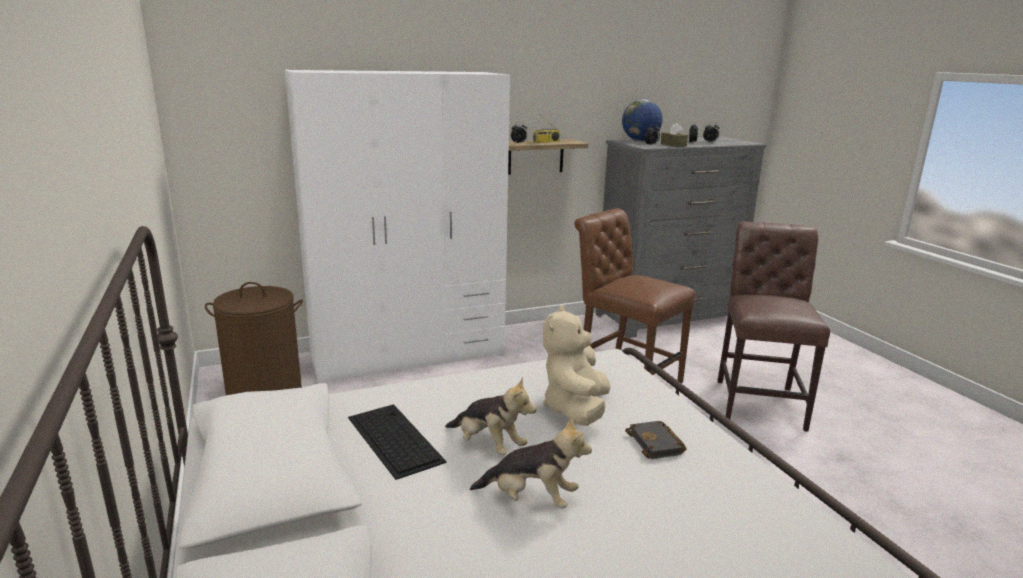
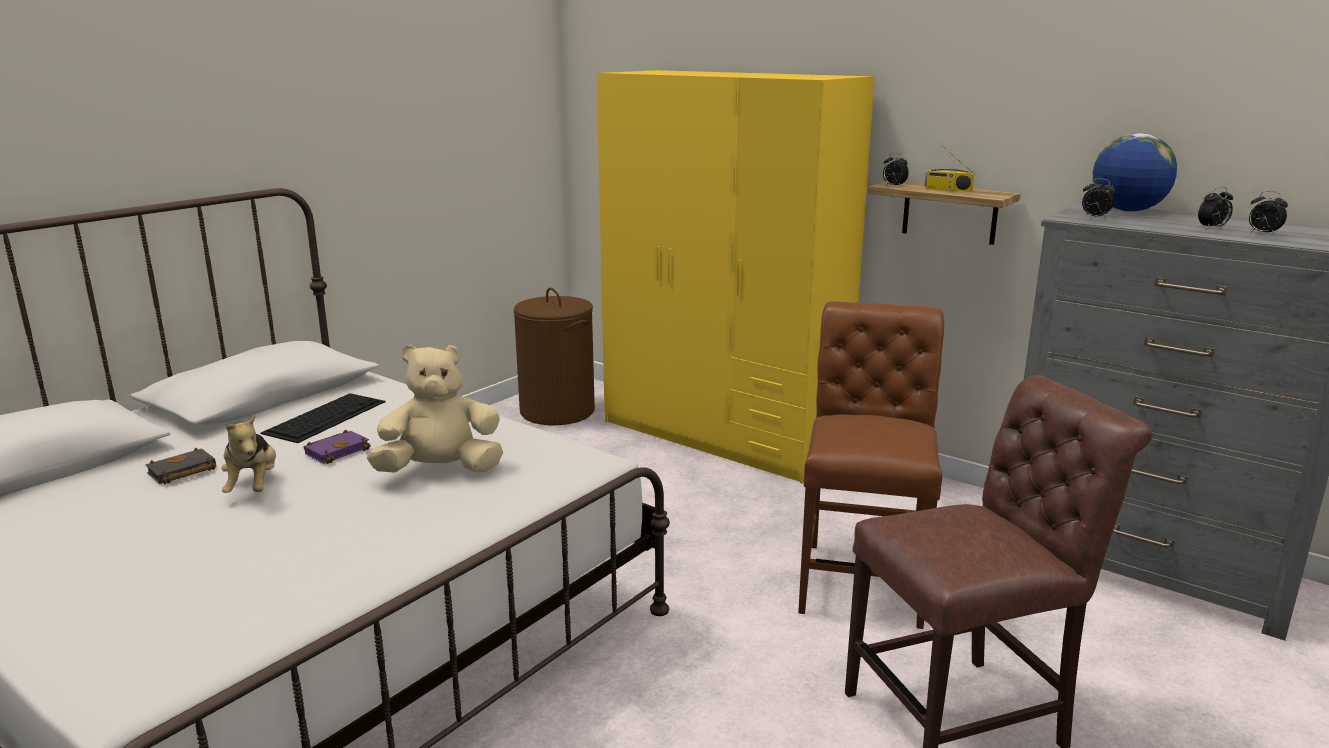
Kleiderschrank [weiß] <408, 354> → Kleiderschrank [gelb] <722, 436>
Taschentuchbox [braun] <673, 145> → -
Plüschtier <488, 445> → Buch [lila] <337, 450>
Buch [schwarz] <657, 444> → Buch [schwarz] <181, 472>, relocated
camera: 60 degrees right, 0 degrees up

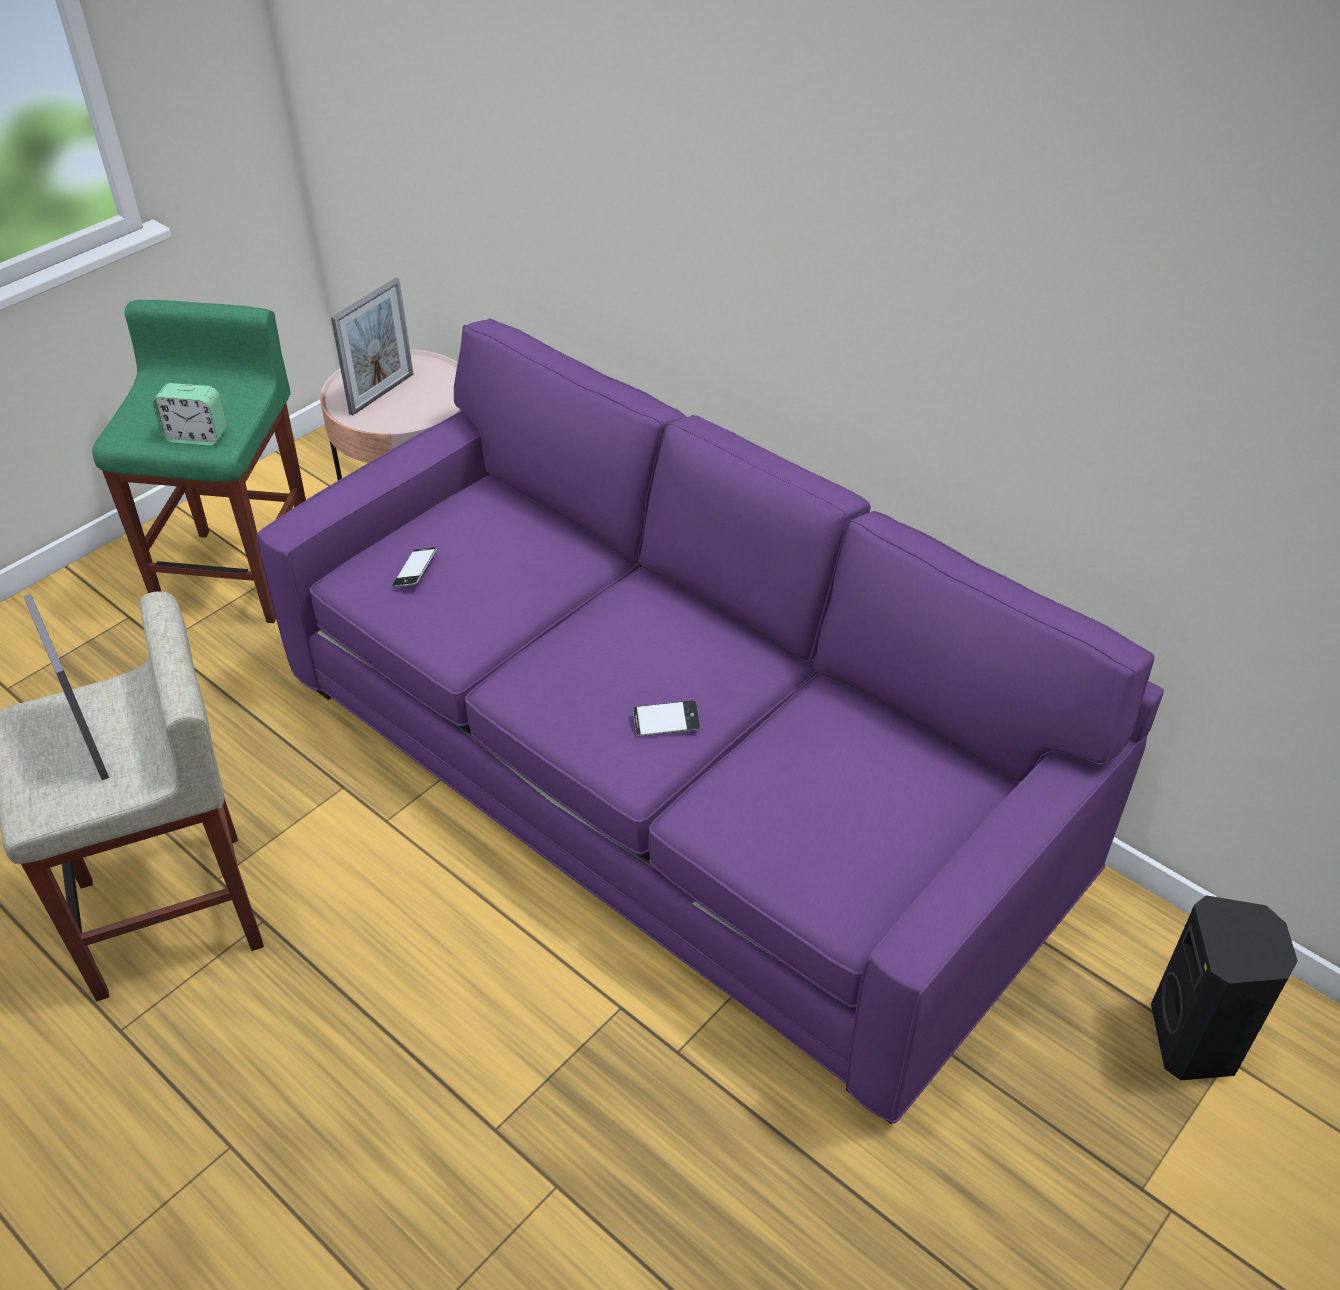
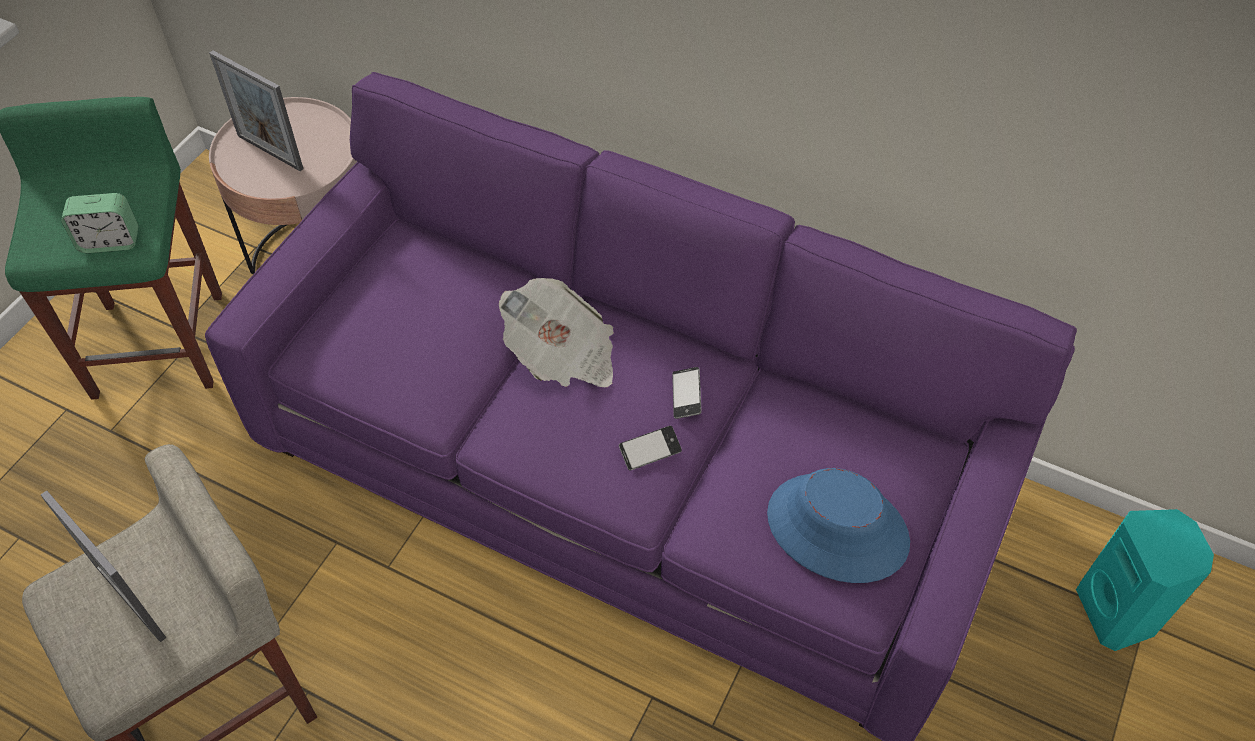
Bilderrahmen <382, 393> → Bilderrahmen <270, 152>, 105 degrees clockwise
Handy <415, 571> → Handy <686, 395>, relocated
Lautsprecher [schwarz] <1197, 1040> → Lautsprecher [türkis] <1117, 612>
- → Zeitung <562, 355>
- → Hut [blau] <836, 529>
camera: 15 degrees left, 10 degrees up

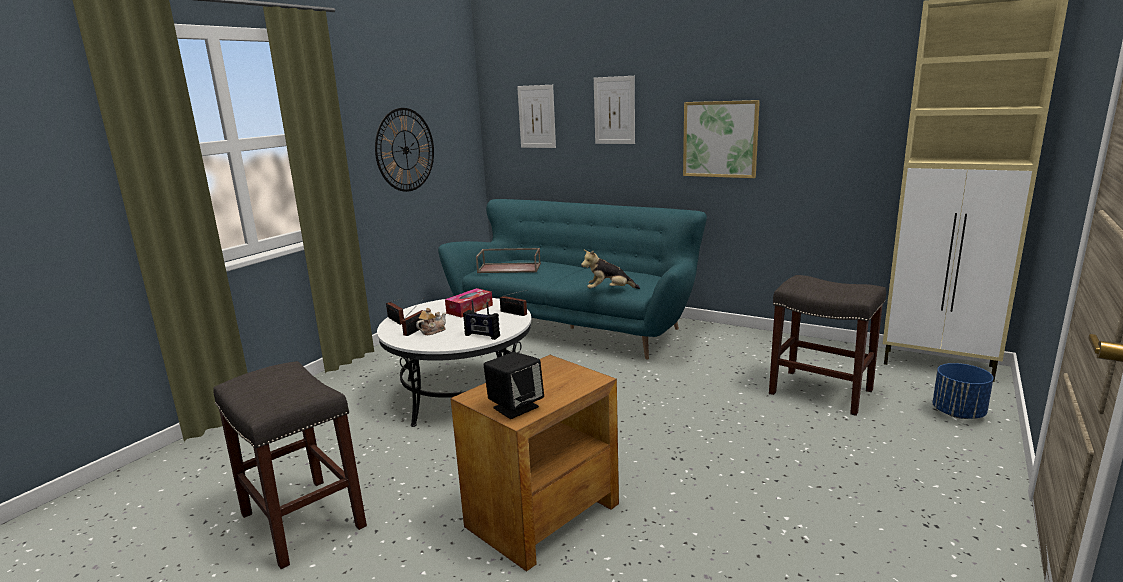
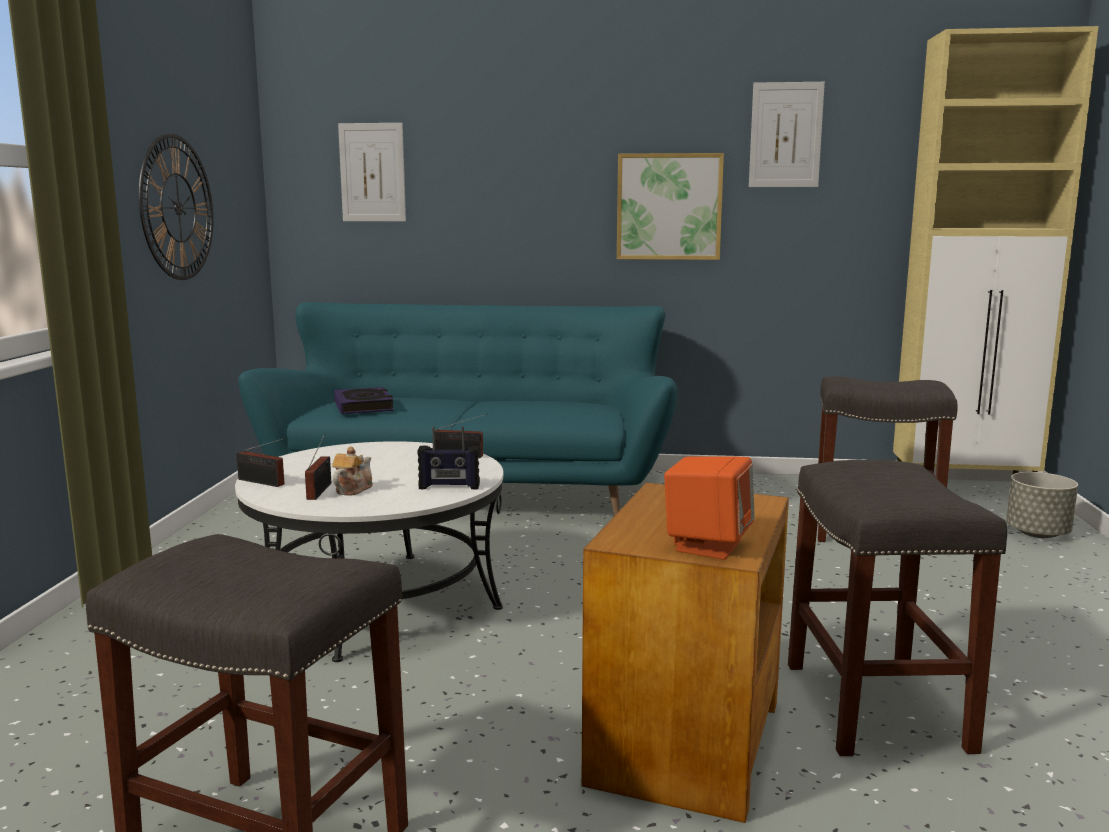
Bild <614, 110> → Bild <785, 135>, relocated
Tablett [braun] <510, 268> → Buch <363, 406>
Plüschtier <609, 291> → -
Taschentuchbox <469, 309> → -
Lautsprecher [schwarz] <515, 407> → Lautsprecher [orange] <707, 545>
Pflanzkübel [blau] <958, 413> → Pflanzkübel [grau] <1038, 534>
- → Hocker [grau] <878, 707>
camera: 25 degrees left, 5 degrees down

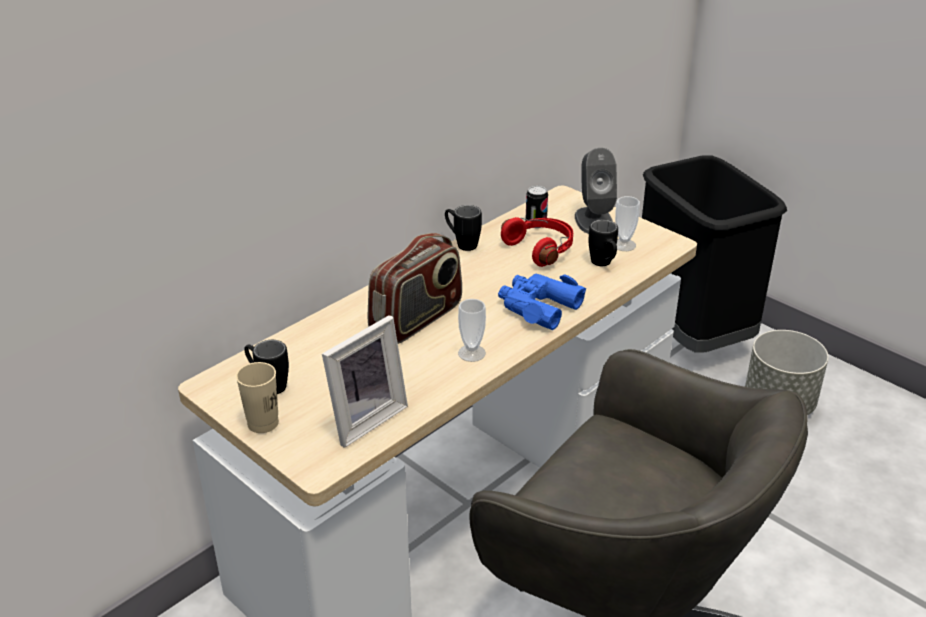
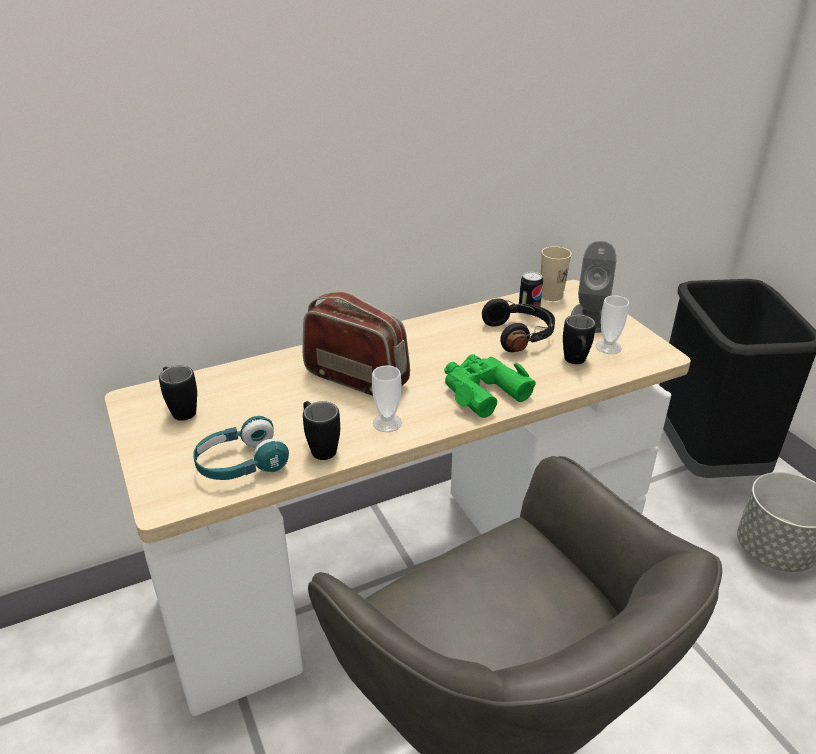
Henkelbecher [schwarz] <462, 243> → Henkelbecher [schwarz] <320, 447>, relocated
Kopfhörer [rot] <541, 249> → Kopfhörer [schwarz] <520, 335>
Radio <417, 319> → Radio <357, 378>, 120 degrees counterclockwise
Fernglas [blau] <538, 307> → Fernglas [grün] <482, 391>
Bilderrahmen <364, 418> → Kopfhörer [türkis] <241, 464>
Tasse [beige] <263, 423> → Tasse [beige] <551, 295>, relocated
camera: 20 degrees right, 0 degrees up

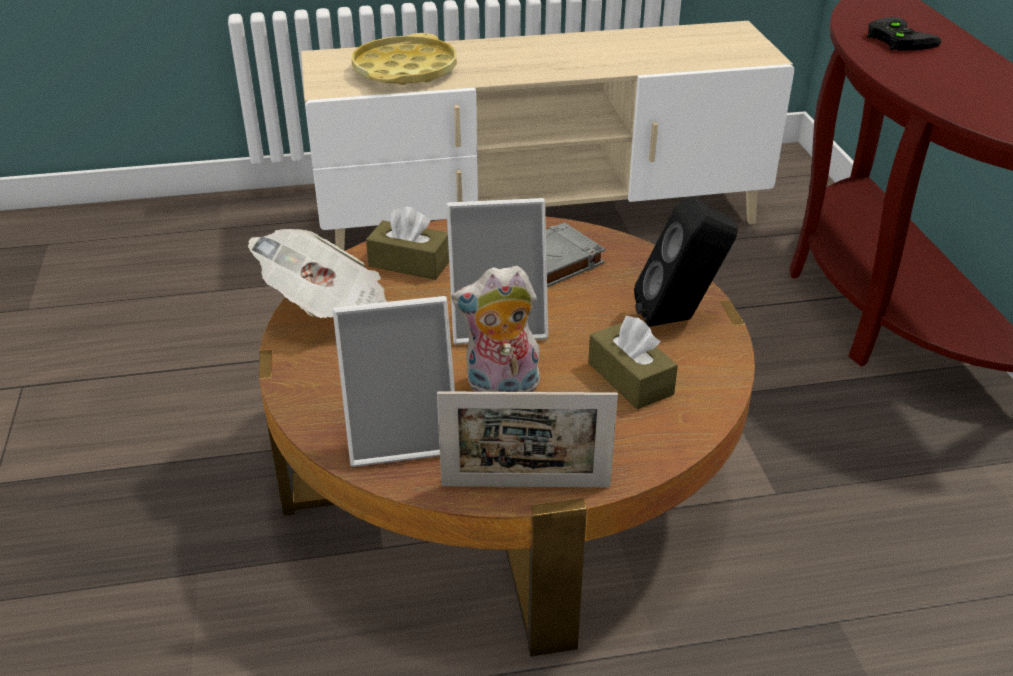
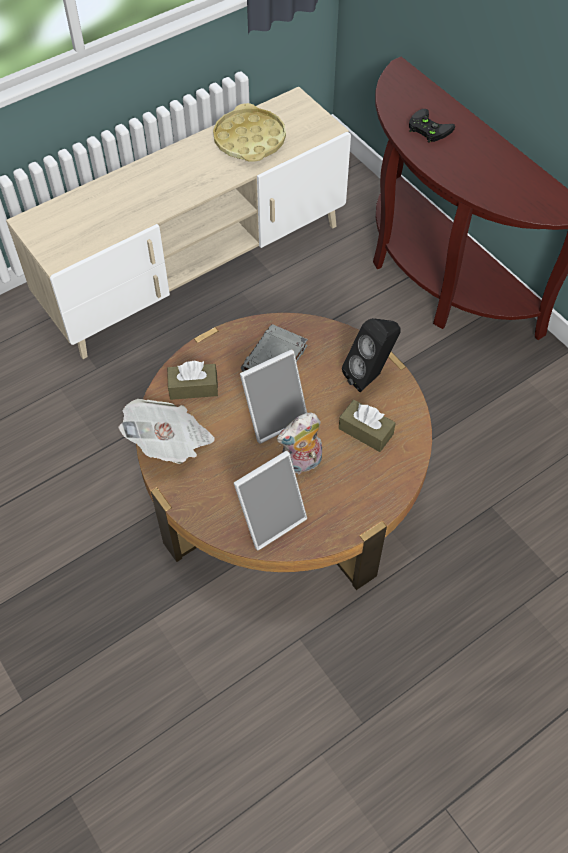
Tablett [gelb] <405, 70> → Tablett [gelb] <249, 140>, relocated
Bilderrahmen <525, 486> → -
camera: 25 degrees left, 20 degrees up

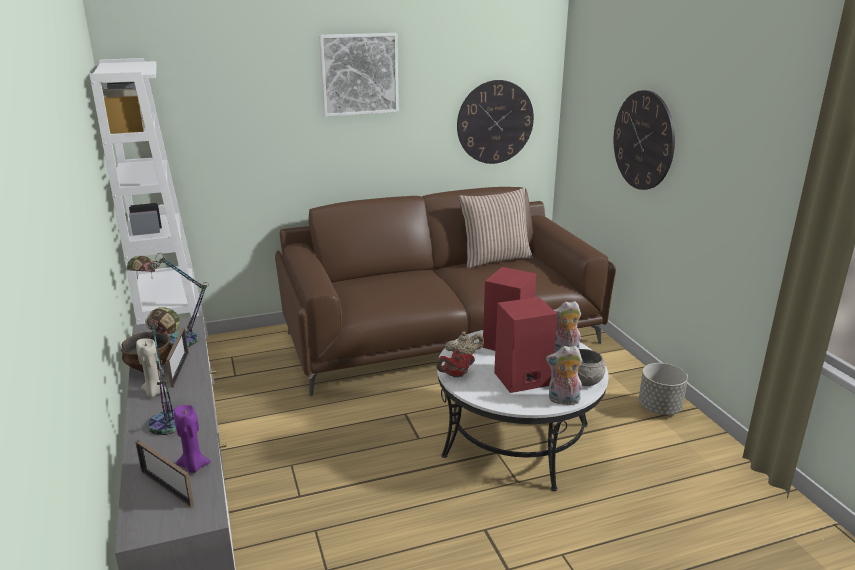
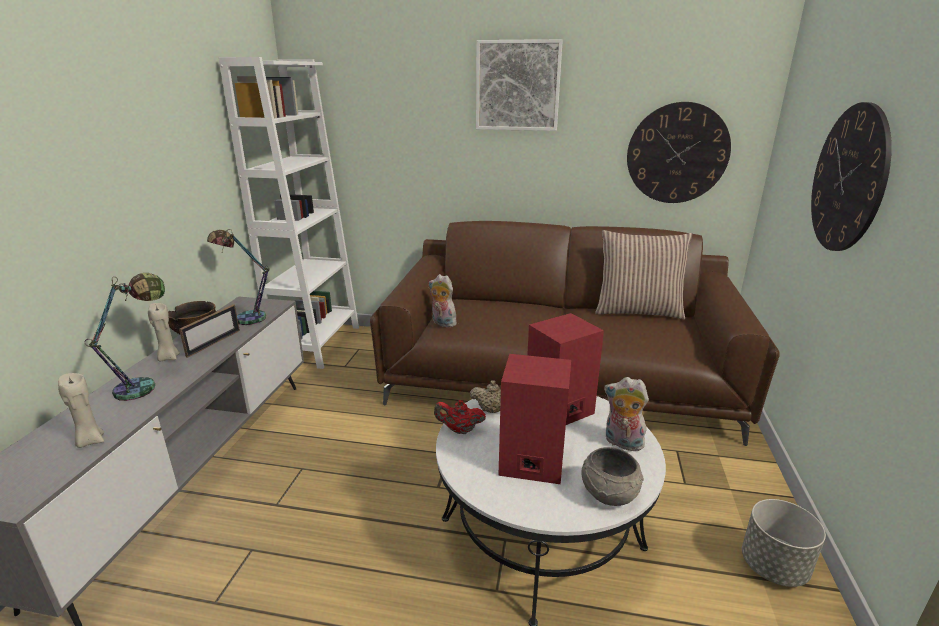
Plüschtier <563, 400> → Plüschtier <442, 323>, relocated
Kerze [lila] <193, 466> → Kerze [beige] <90, 441>
Bilderrahmen <167, 488> → -
camera: 30 degrees right, 0 degrees up

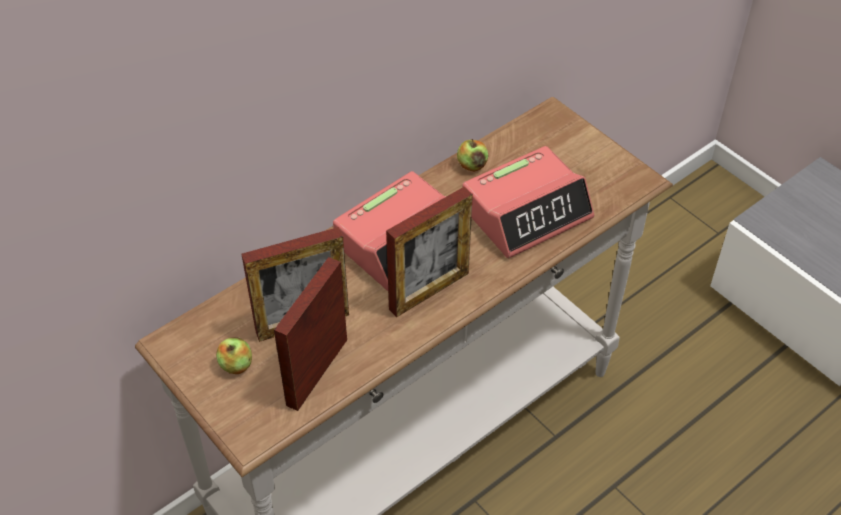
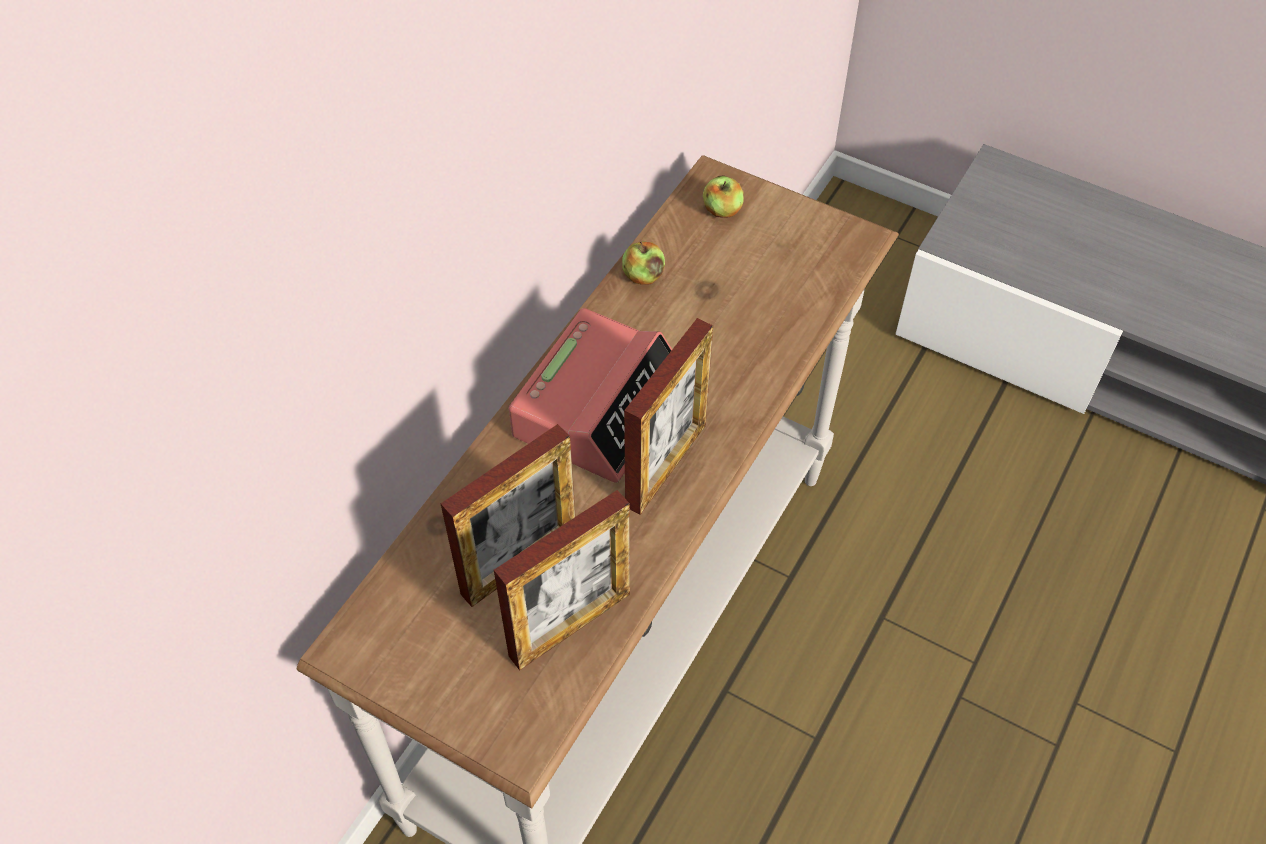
Wecker <526, 212> → -
Bilderrahmen <317, 372> → Bilderrahmen <570, 625>, 135 degrees counterclockwise
Apfel <236, 365> → Apfel <722, 210>, relocated
camera: 20 degrees left, 5 degrees up

